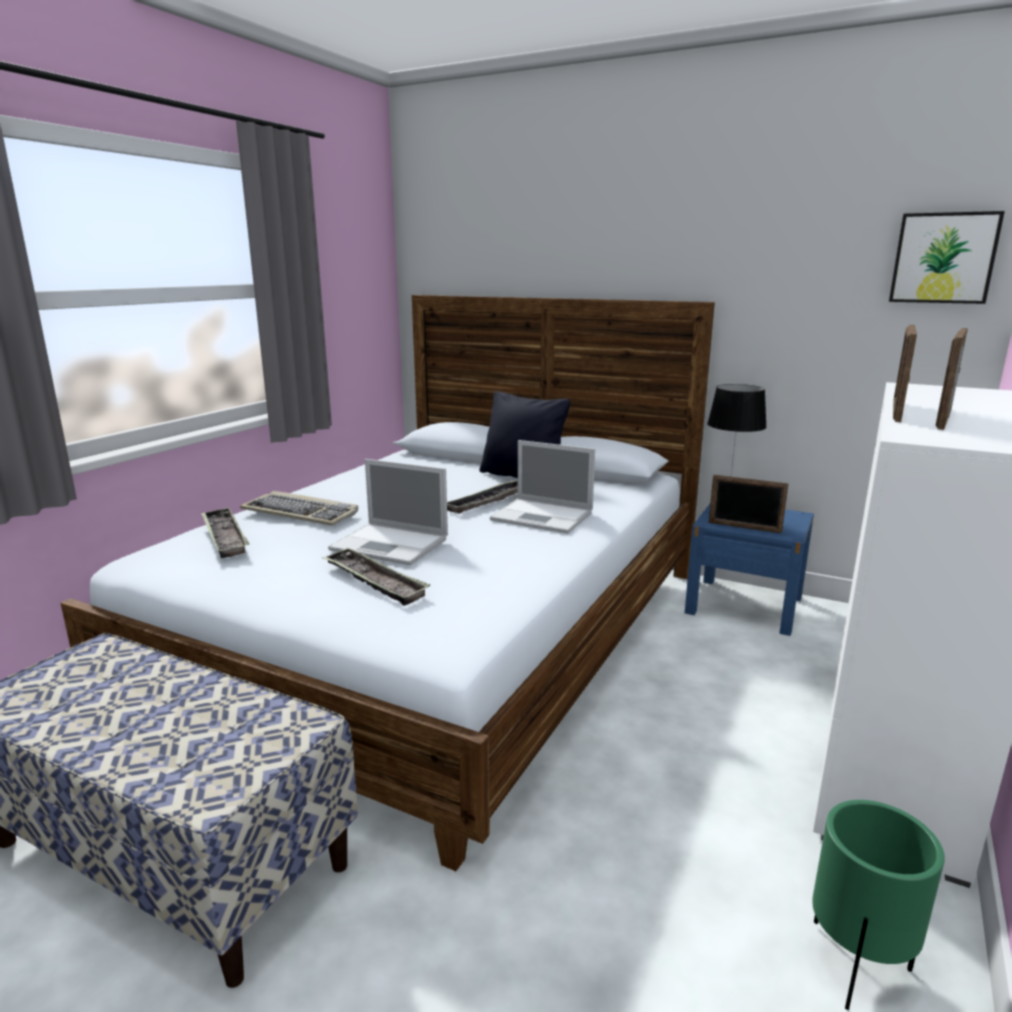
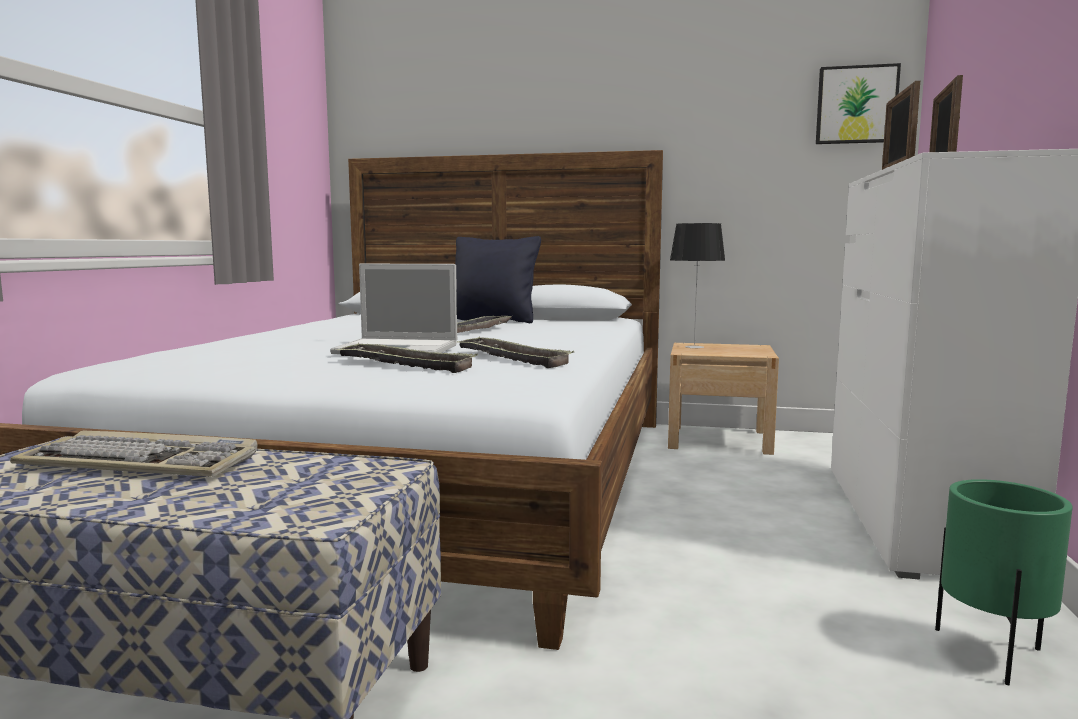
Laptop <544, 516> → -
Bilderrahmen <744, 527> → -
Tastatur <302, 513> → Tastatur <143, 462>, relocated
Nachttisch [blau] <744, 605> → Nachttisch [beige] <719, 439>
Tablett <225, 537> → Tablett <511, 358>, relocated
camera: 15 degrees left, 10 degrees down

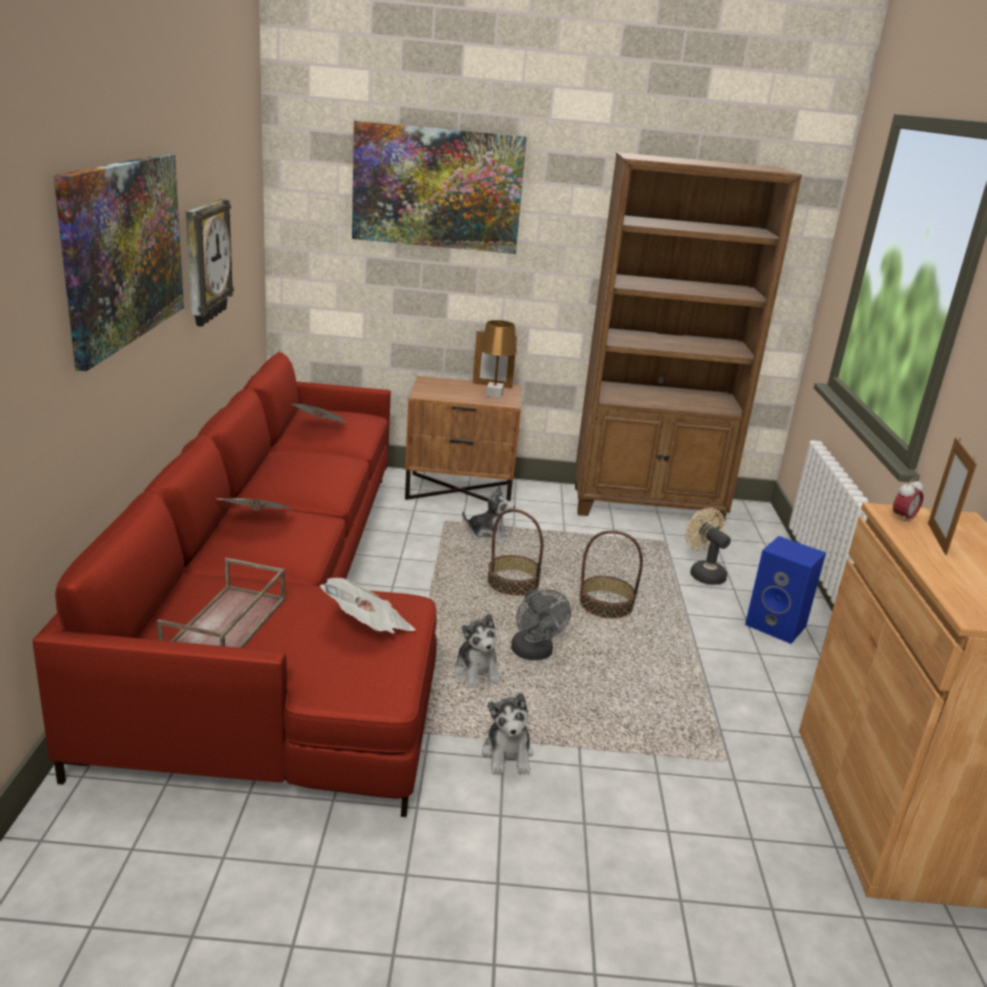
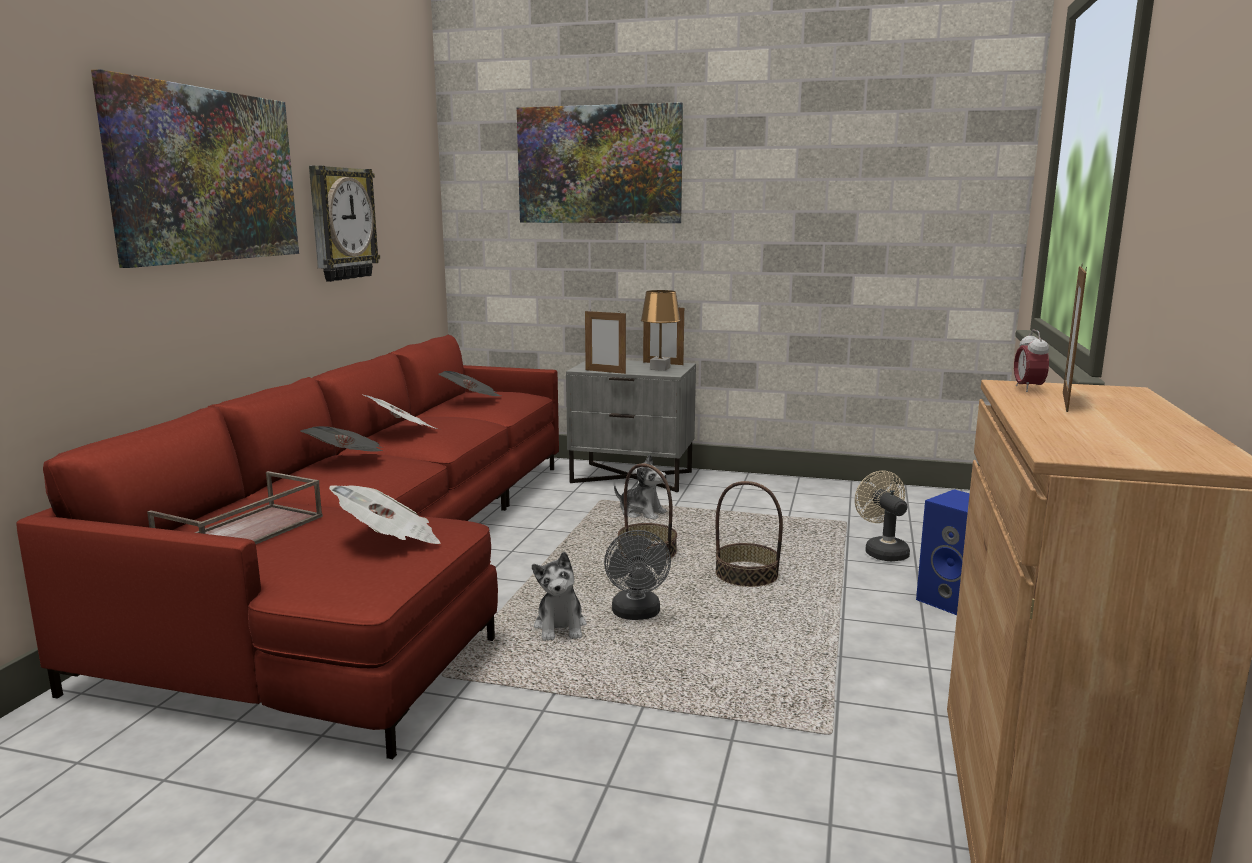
Bücherregal [braun] <648, 507> → -
Nachttisch [braun] <460, 490> → Nachttisch [grau] <632, 477>
Wecker <903, 519> → Wecker <1028, 389>, 120 degrees clockwise
Plüschtier <508, 754> → -
- → Bilderrahmen <605, 371>
- → Zeitung <402, 431>
camera: 15 degrees right, 10 degrees down

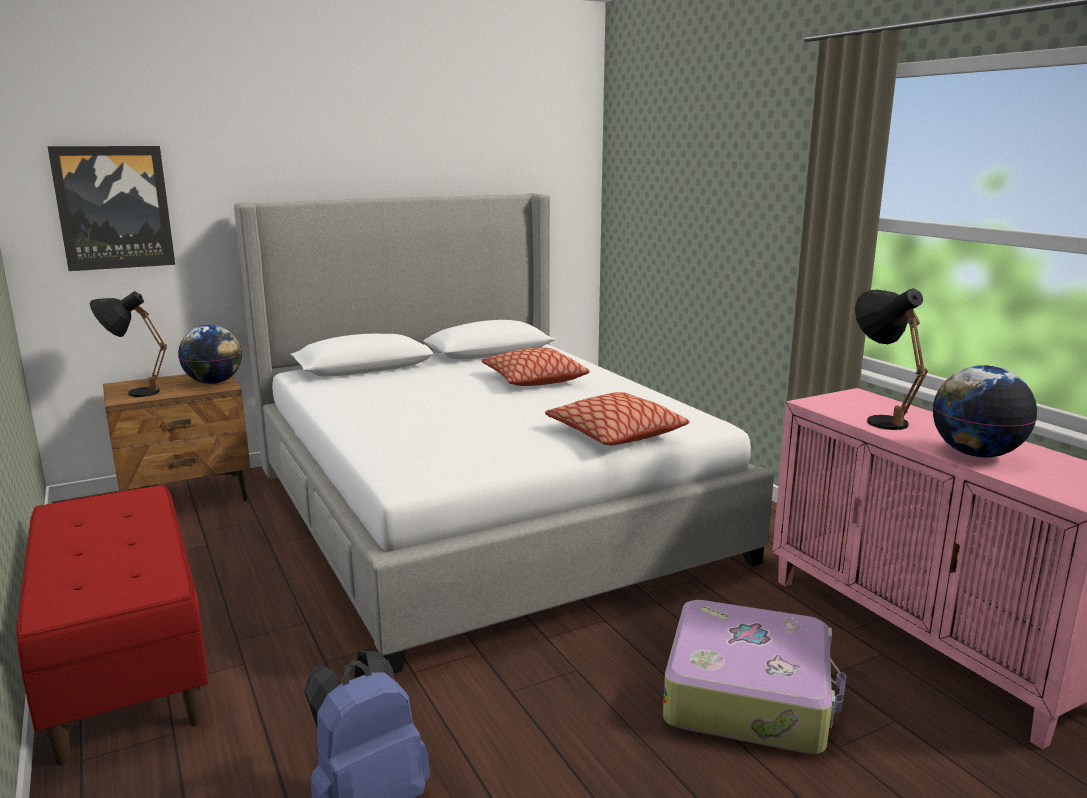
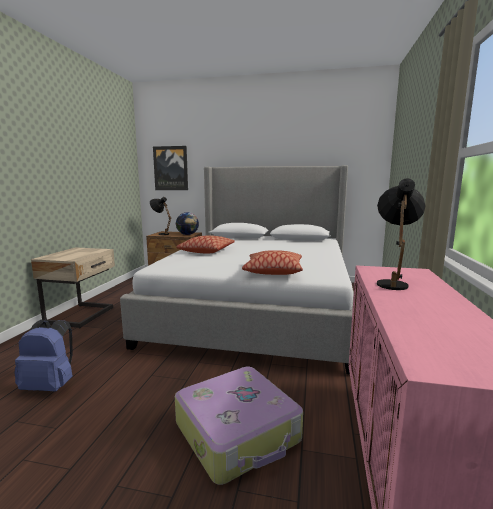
Kissen <534, 379> → Kissen <206, 251>, relocated
Globus <976, 454> → -
Bank [rot] <124, 663> → Nachttisch [beige] <82, 316>
camera: 40 degrees right, 5 degrees down

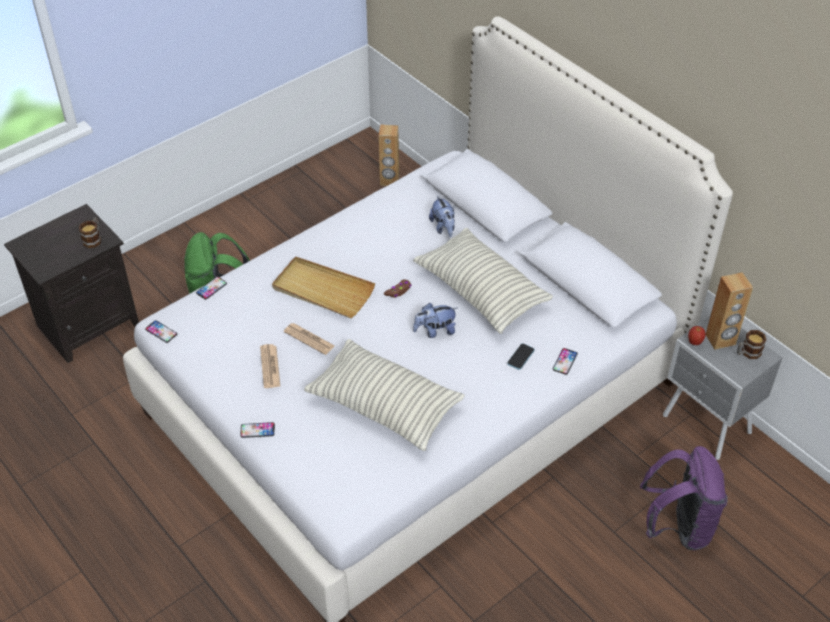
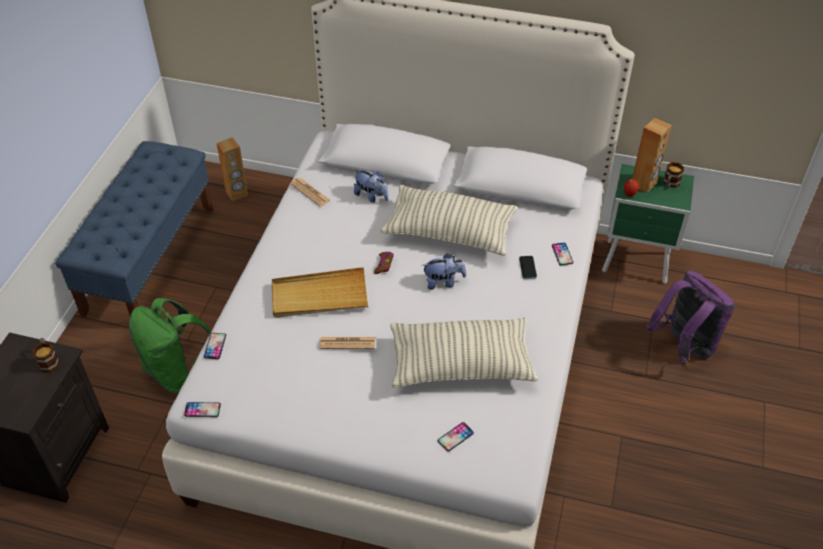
Plüschtier <435, 331> → Plüschtier <443, 282>, 135 degrees counterclockwise
Nachttisch [grau] <707, 426> → Nachttisch [grün] <637, 263>
Zeitung <270, 366> → Zeitung <310, 192>, relocated
Handy <257, 430> → Handy <455, 437>, relocated
- → Bank [blau] <150, 259>
camera: 35 degrees left, 0 degrees up

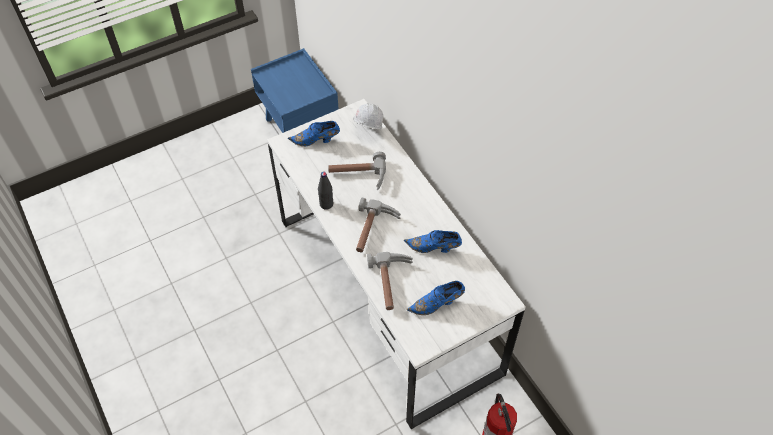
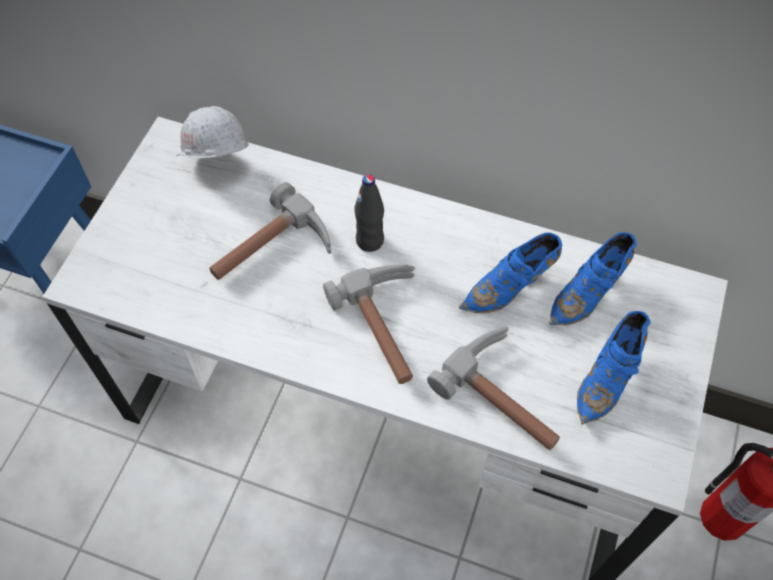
Schuh [blau] <316, 141> → Schuh [blau] <590, 292>, relocated
Flasche [schwarz] <326, 204> → Flasche [schwarz] <370, 241>, relocated
camera: 40 degrees left, 5 degrees up

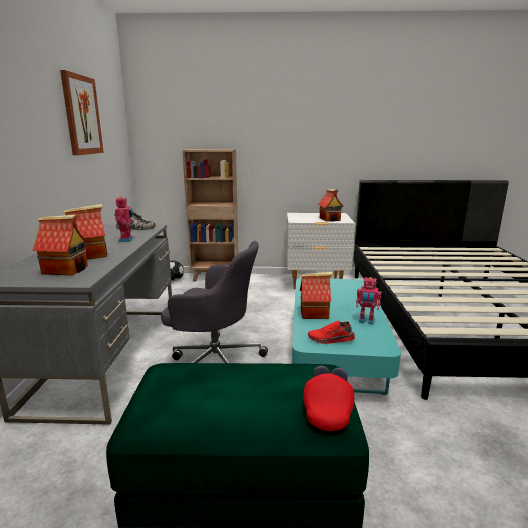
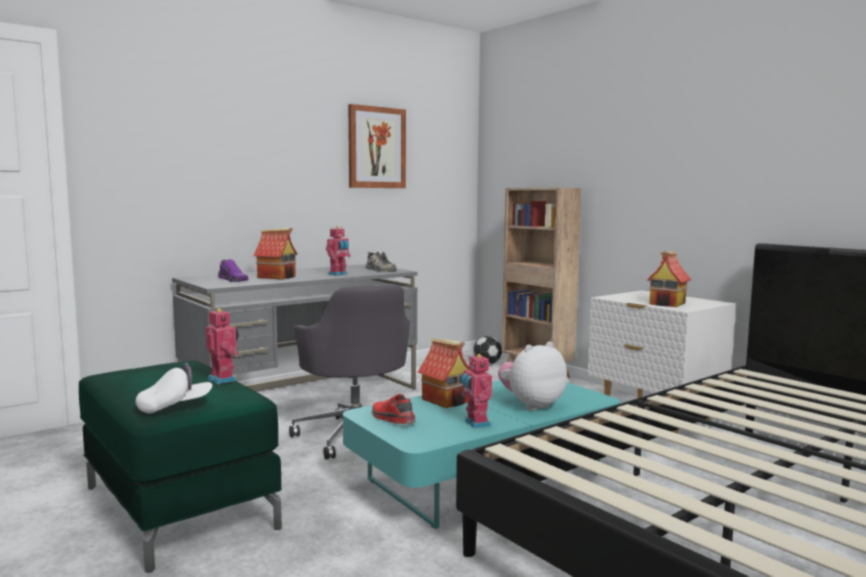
Spielzeughaus <66, 270> → Schuh [lila] <234, 280>
Kappe [rot] <327, 410> → Kappe [weiß] <175, 406>
- → Spielzeugroboter <223, 379>
- → Plüschtier <531, 405>
camera: 50 degrees right, 10 degrees down

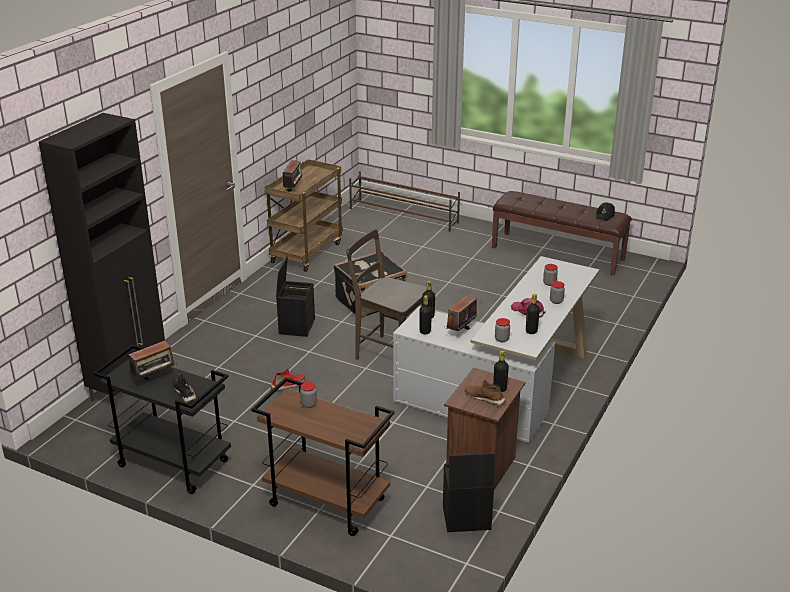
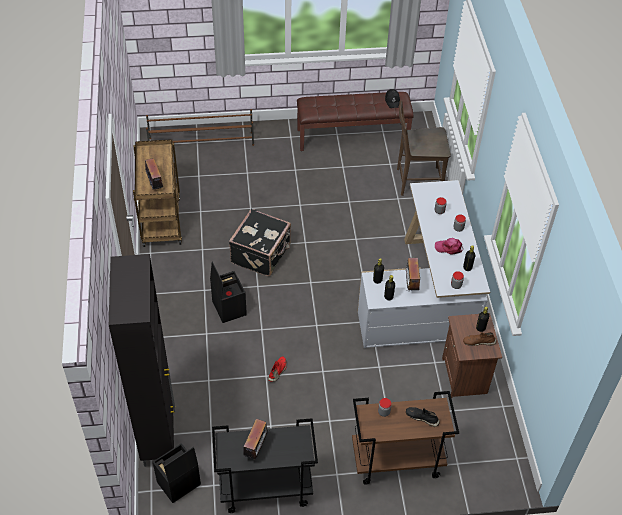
Stuhl [braun] <388, 353> → Stuhl [braun] <416, 181>, relocated
Schuh [schwarz] <185, 393> → Schuh [schwarz] <422, 417>, relocated
Aufbewahrungsbox [schwarz] <465, 518> → Aufbewahrungsbox [schwarz] <178, 484>, relocated
camera: 35 degrees left, 20 degrees up

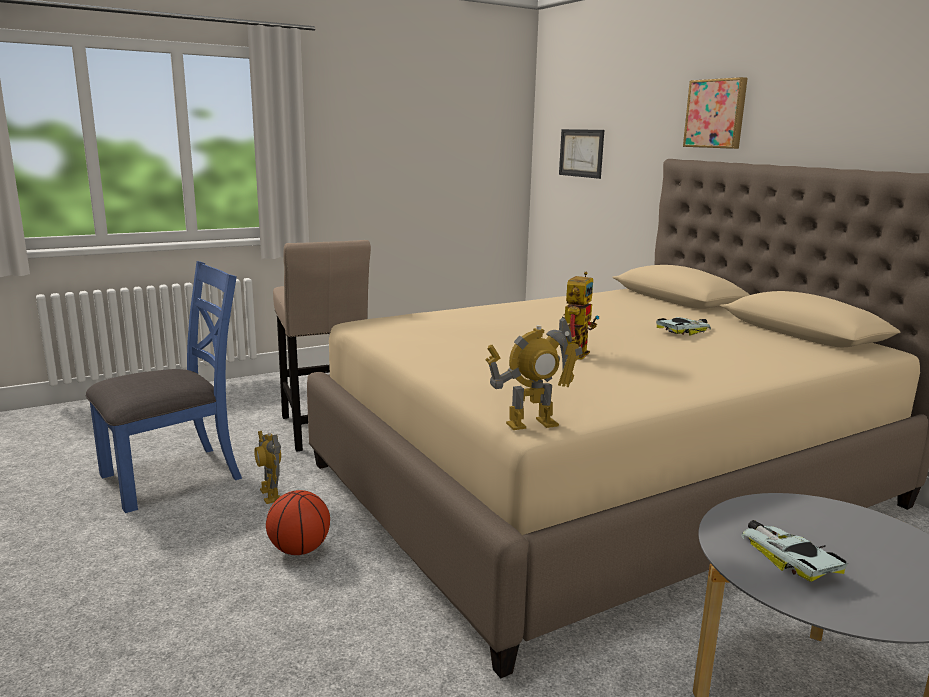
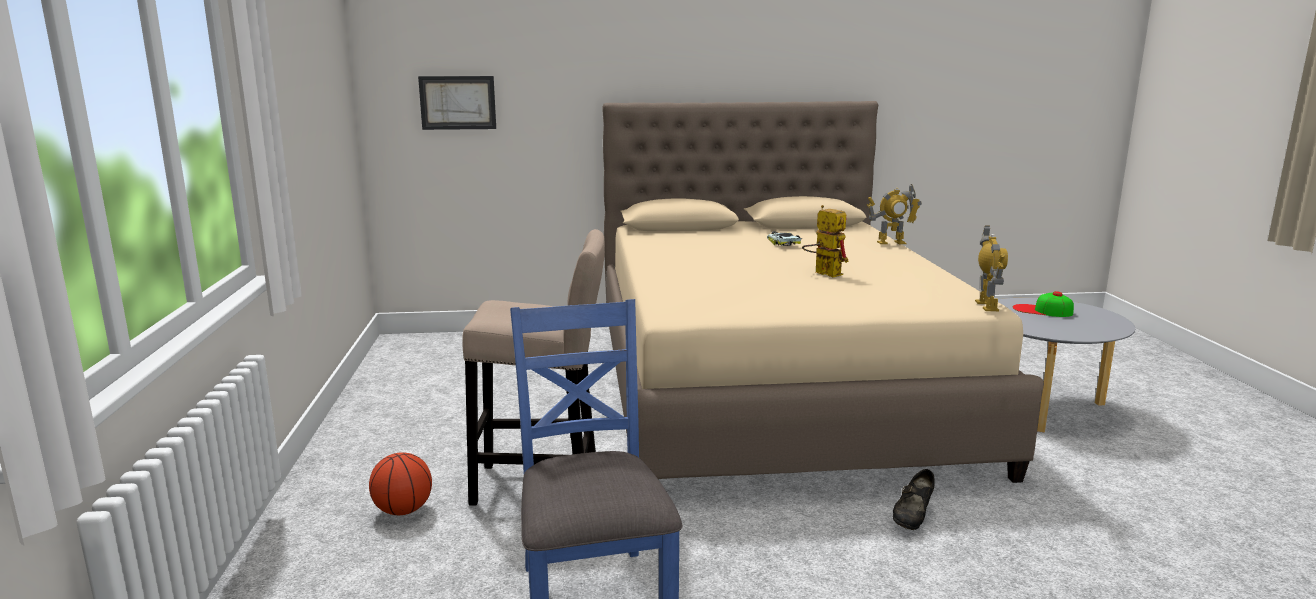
Bild <716, 113> → -
Spielzeugroboter <270, 495> → Spielzeugroboter <891, 242>, relocated
Basketball <299, 550> → Basketball <403, 511>, relocated
Spielzeugauto <788, 556> → -
- → Kappe <1042, 310>
- → Schuh [schwarz] <912, 518>
camera: 65 degrees left, 0 degrees up

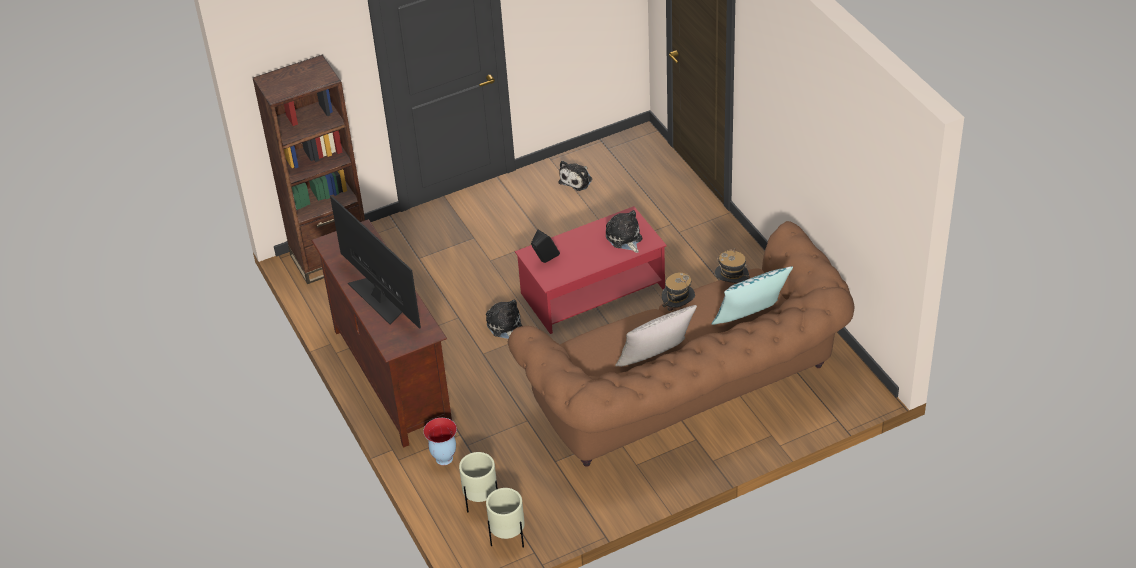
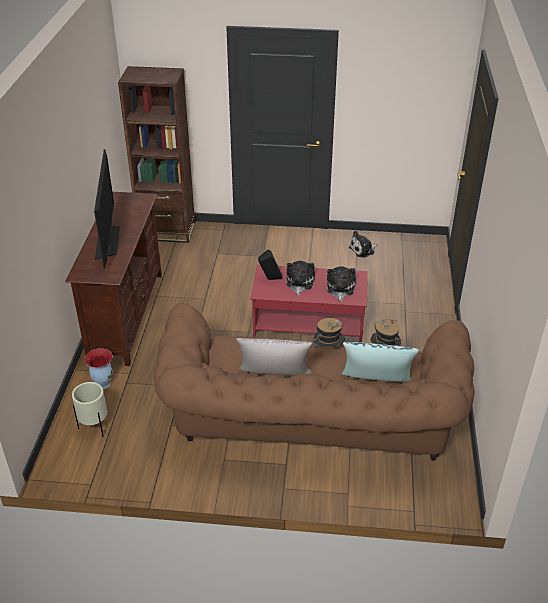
Plüschtier <505, 327> → Plüschtier <299, 283>, relocated
Pflanzkübel [beige] <508, 539> → -
camera: 30 degrees right, 5 degrees down

